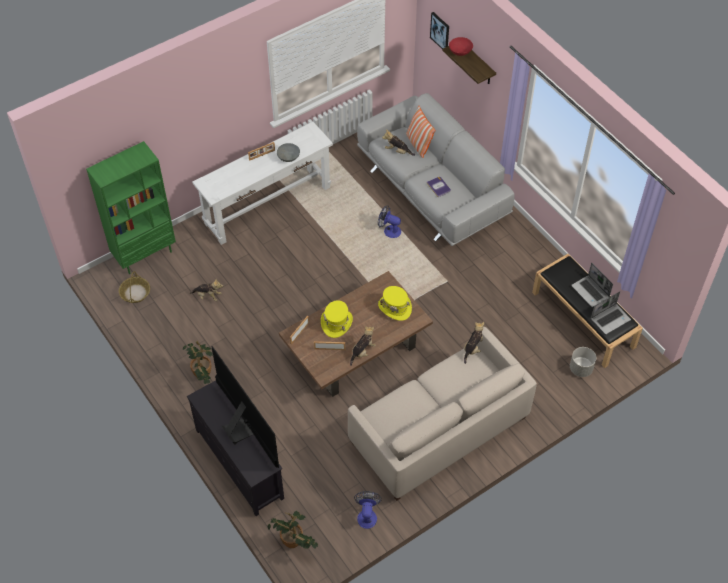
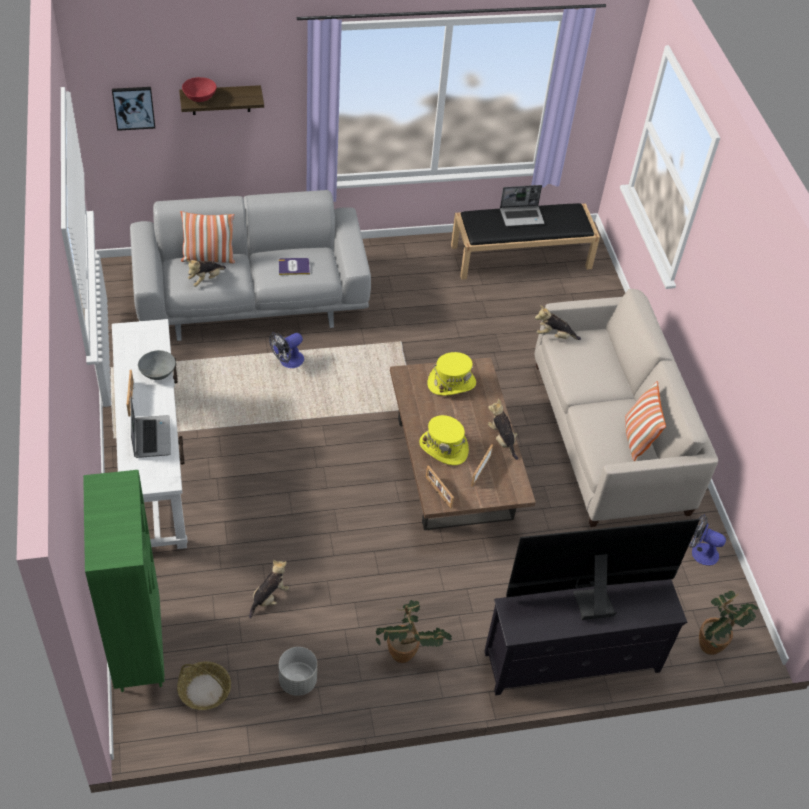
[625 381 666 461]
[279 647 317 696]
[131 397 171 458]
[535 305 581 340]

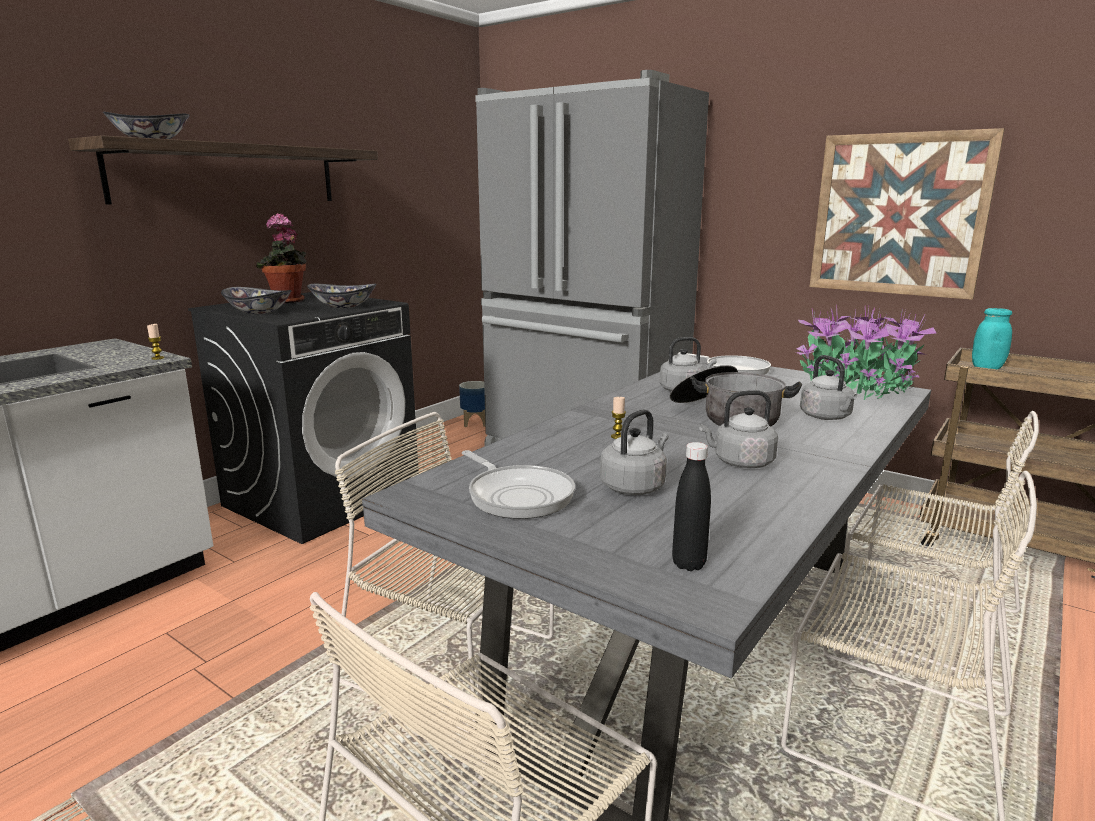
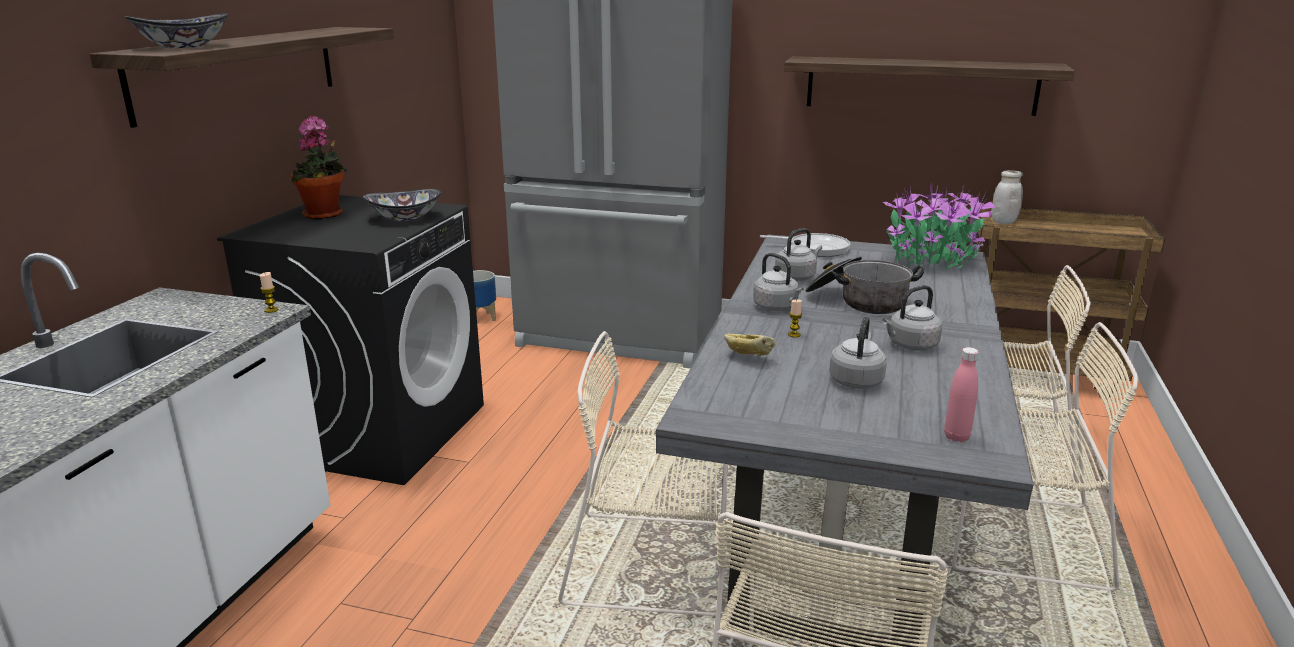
[221 287 292 314] (first image)
[462 450 575 519] (first image)
[724 334 775 356]
[753 253 804 311]
[784 56 1075 116]
[944 347 979 442]
[992 170 1023 224]

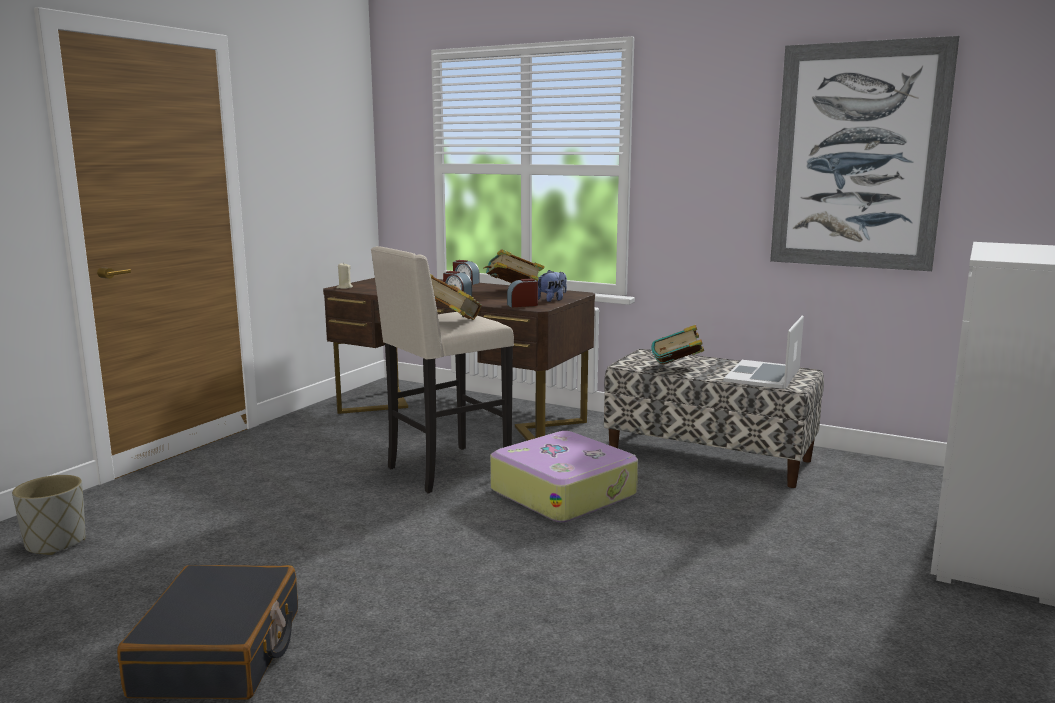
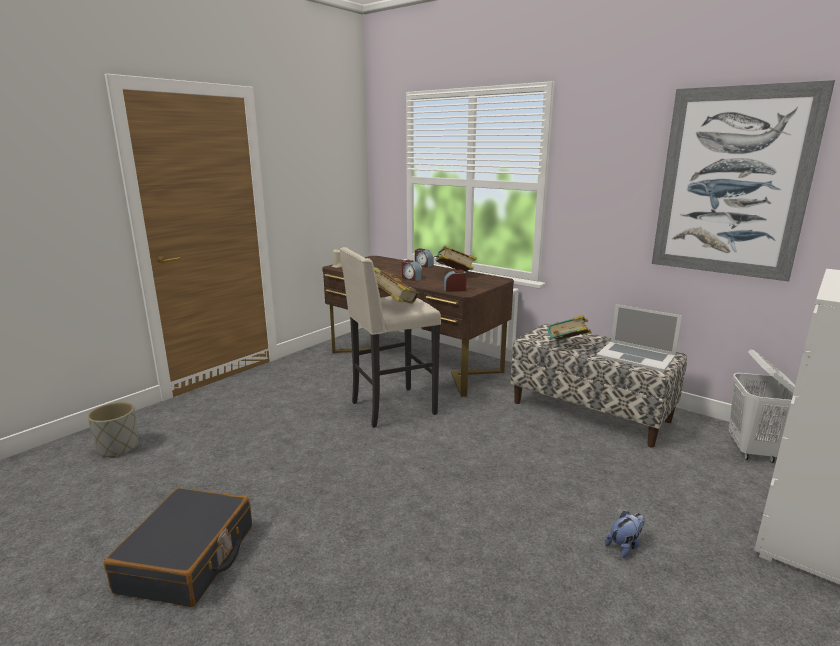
[490 431 638 522] (first image)
[729 349 795 463]
[605 511 644 558]
[596 304 682 372]

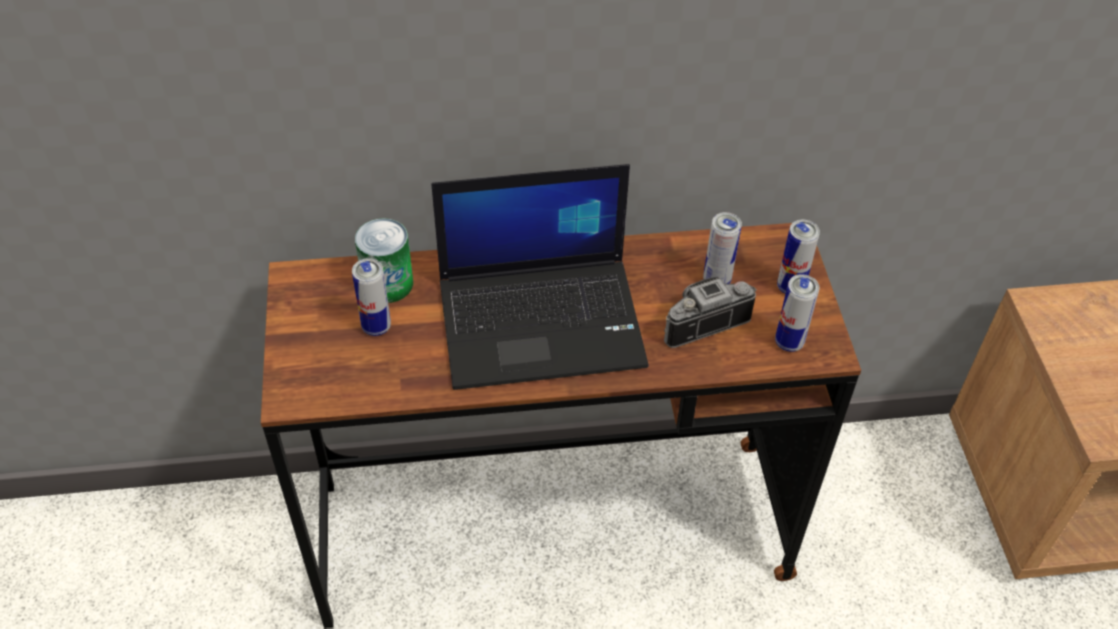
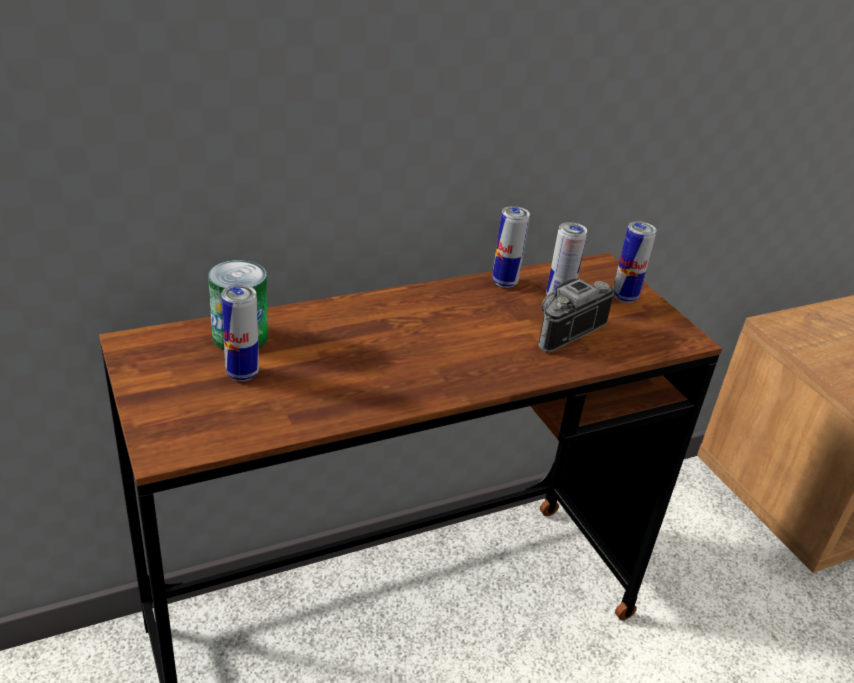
[431 164 648 390] (first image)
[492 206 530 288]

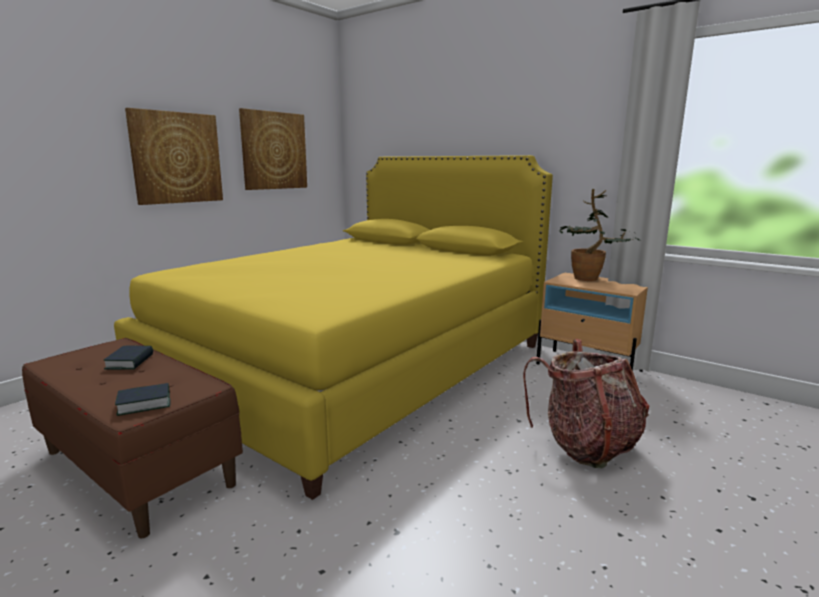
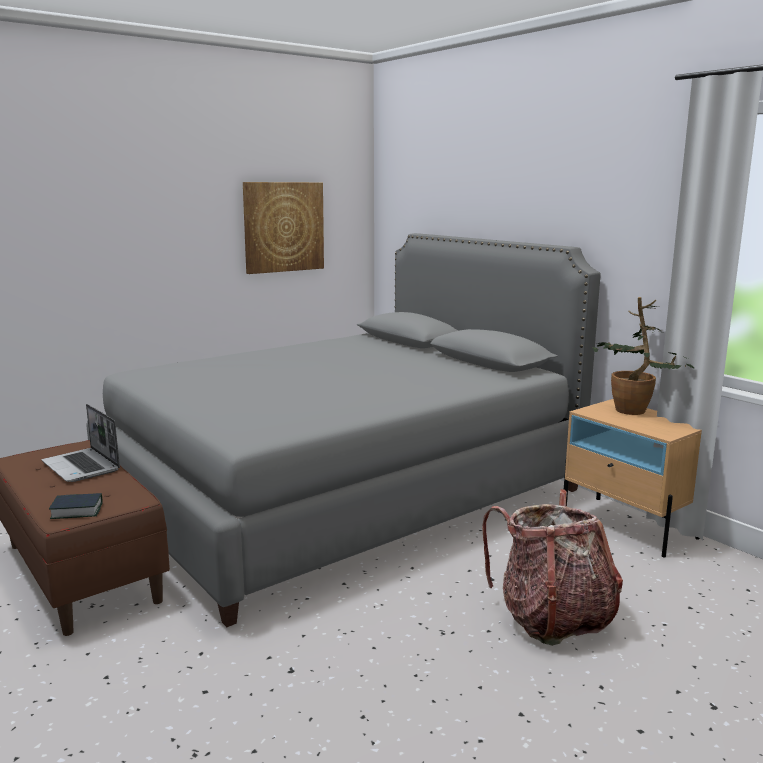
[125 108 223 205] (first image)
[42 404 120 482]
[86 233 601 627]

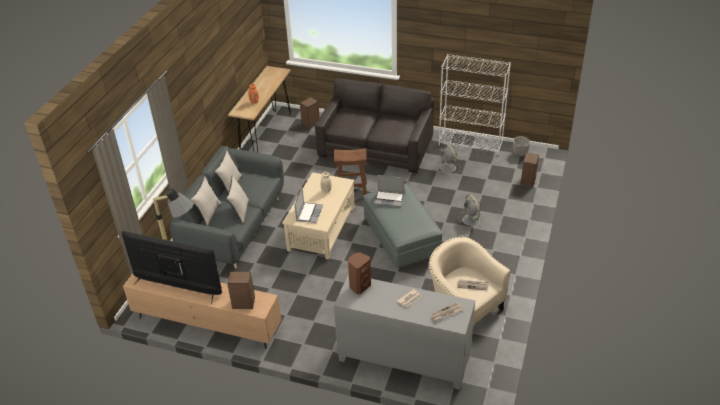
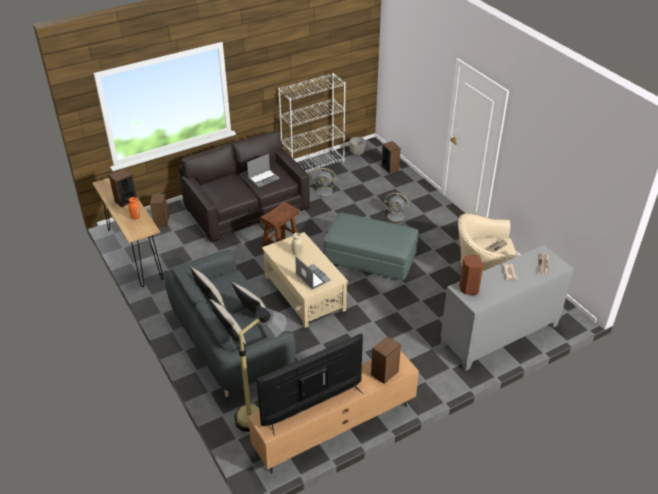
[109 168 137 207]
[247 154 280 187]

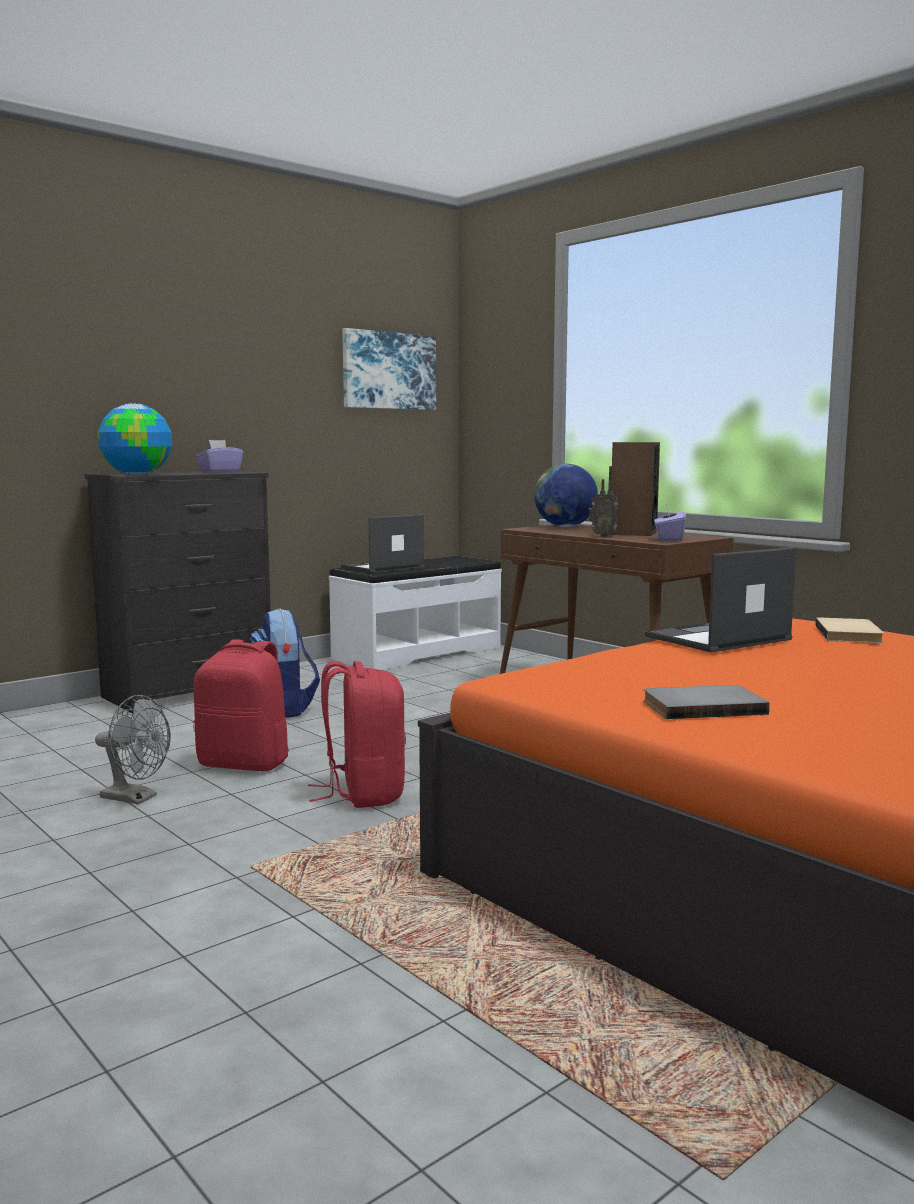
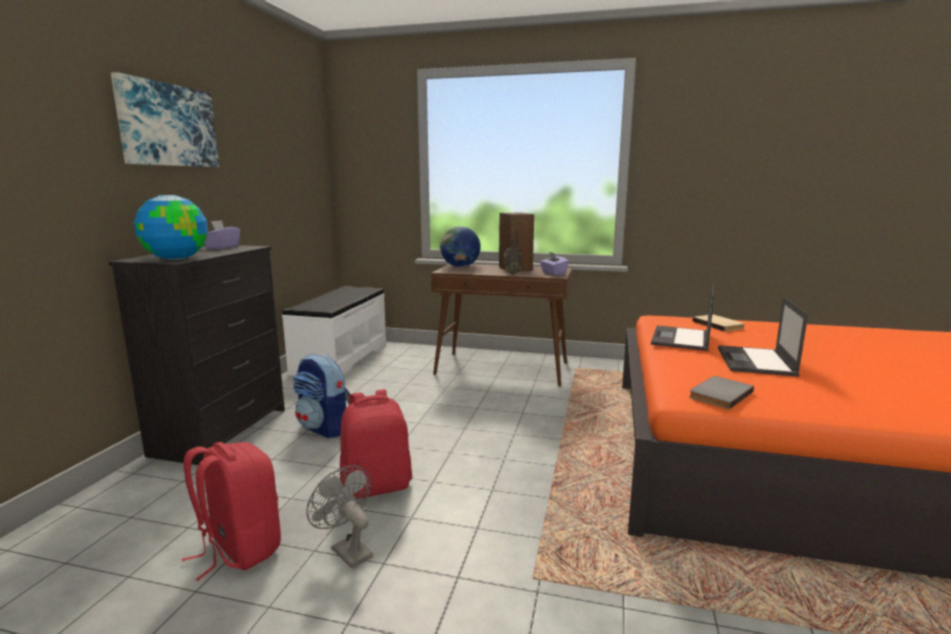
[182 442 281 581]
[718 297 808 377]
[111 72 219 167]
[689 376 754 409]
[306 466 373 569]

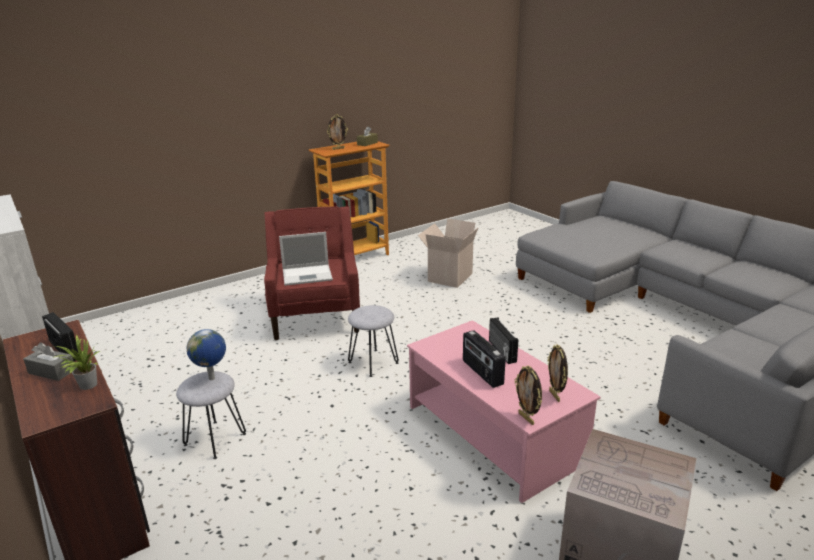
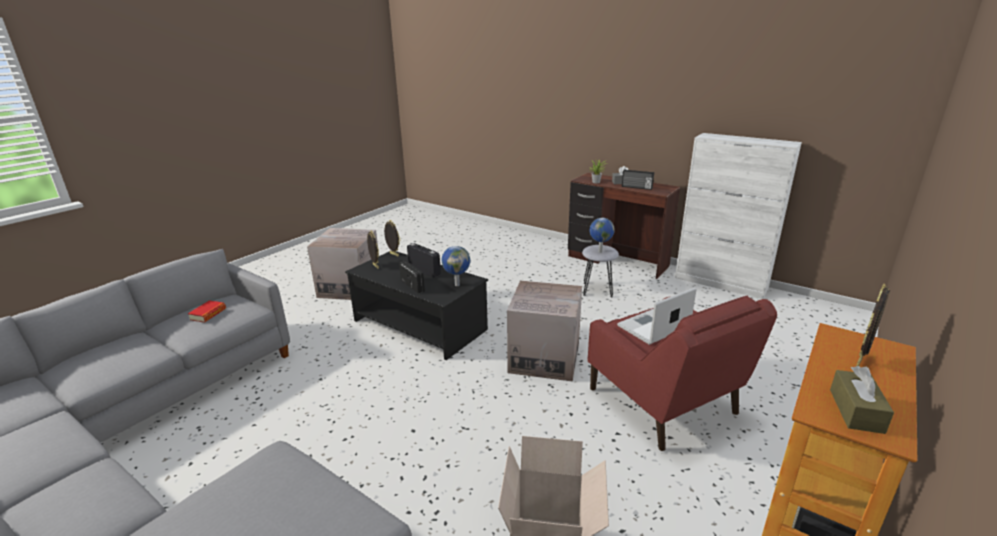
[188 300 226 323]
[441 246 470 286]
[507 281 582 382]
[345 251 488 360]

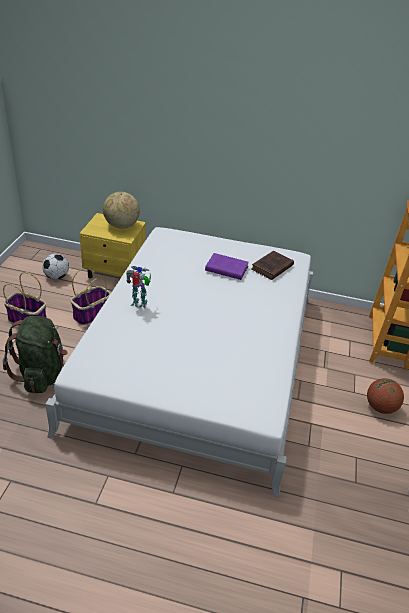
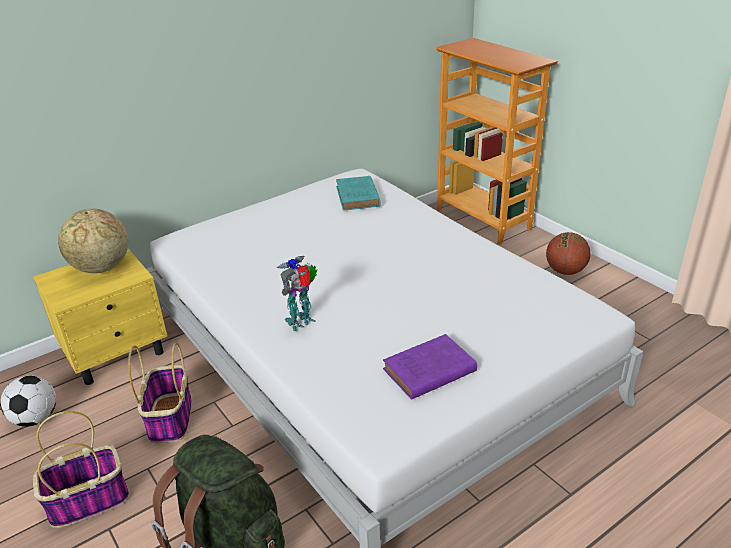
[383 334 477 400]
[336 176 381 210]

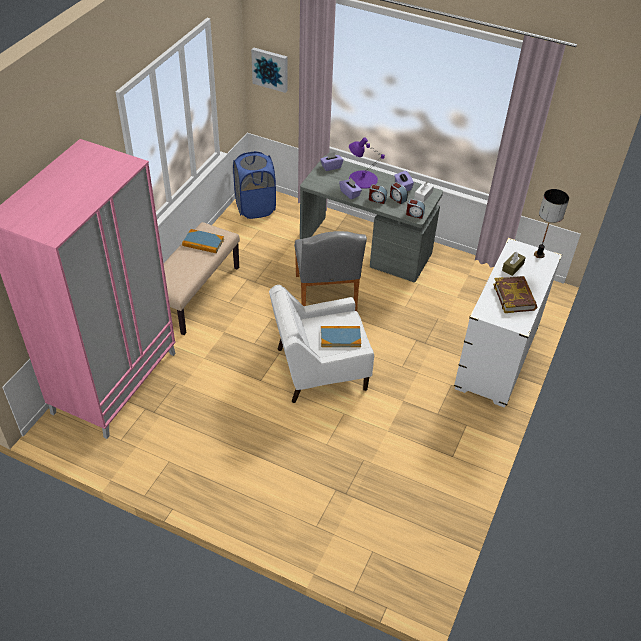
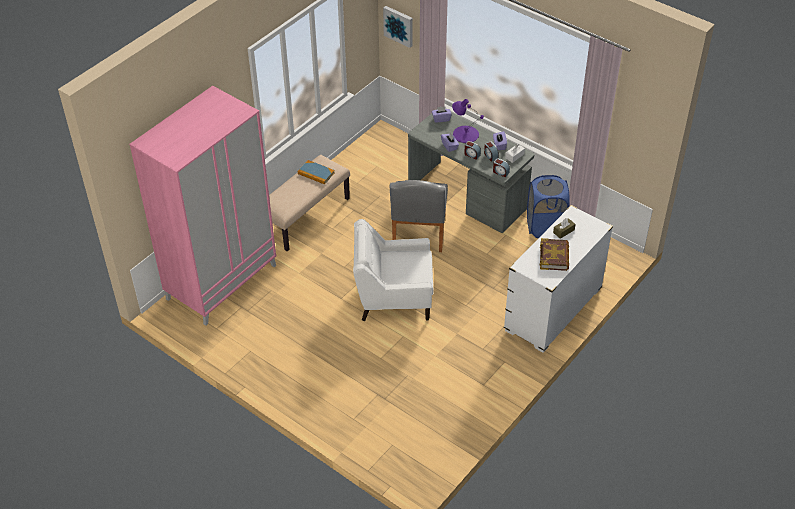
[321 326 361 347] (first image)
[534 189 569 258] (first image)
[527 175 570 238]

